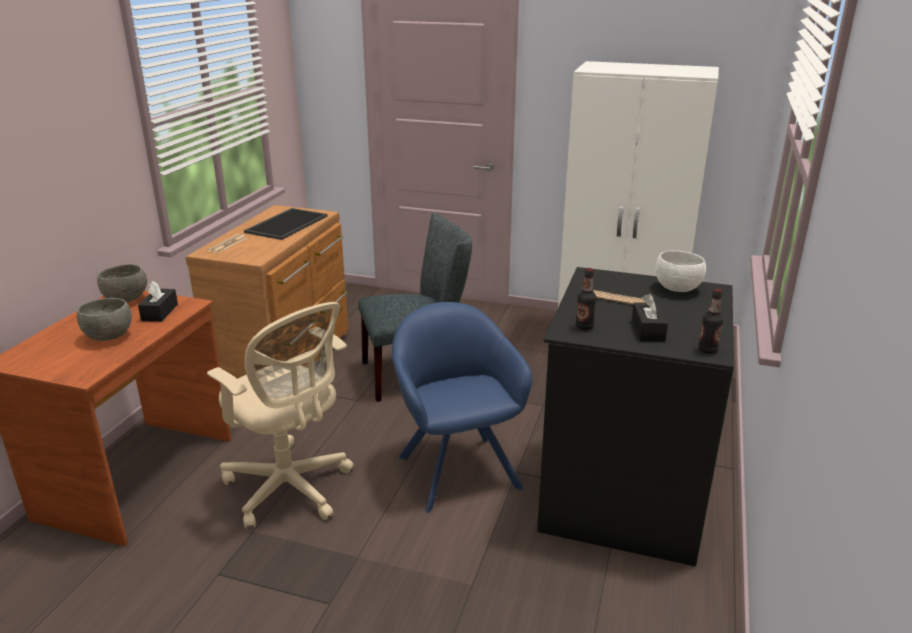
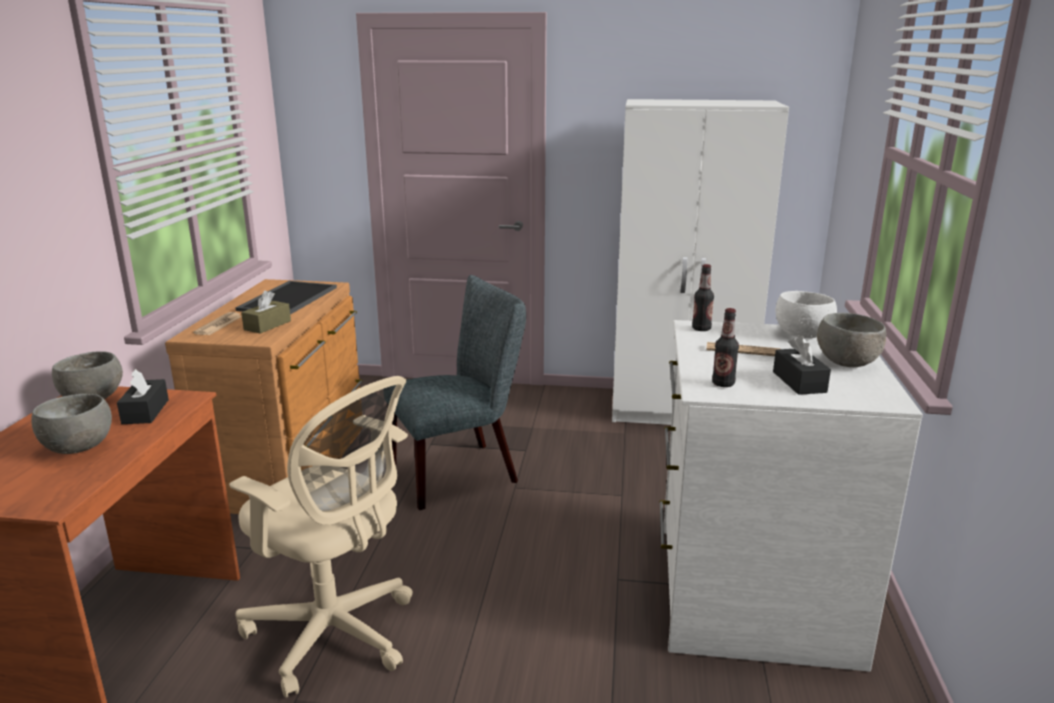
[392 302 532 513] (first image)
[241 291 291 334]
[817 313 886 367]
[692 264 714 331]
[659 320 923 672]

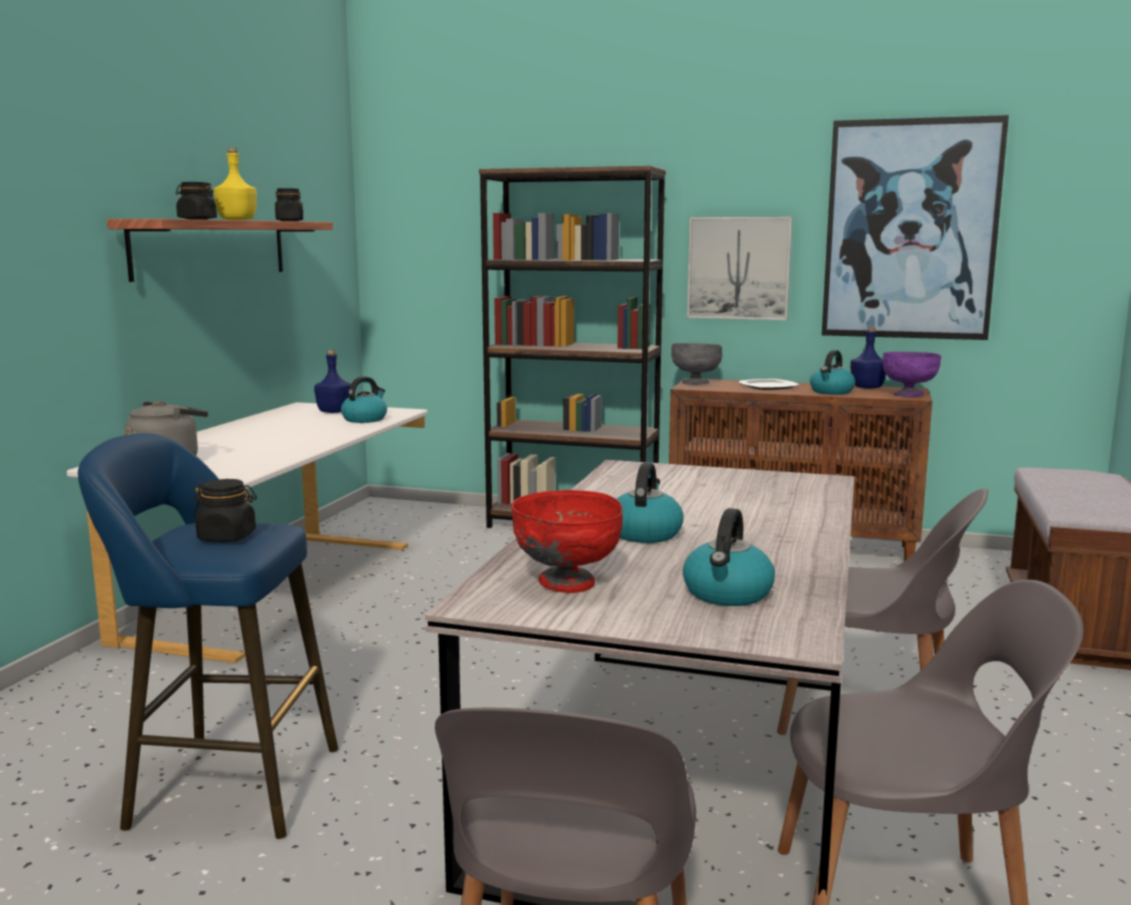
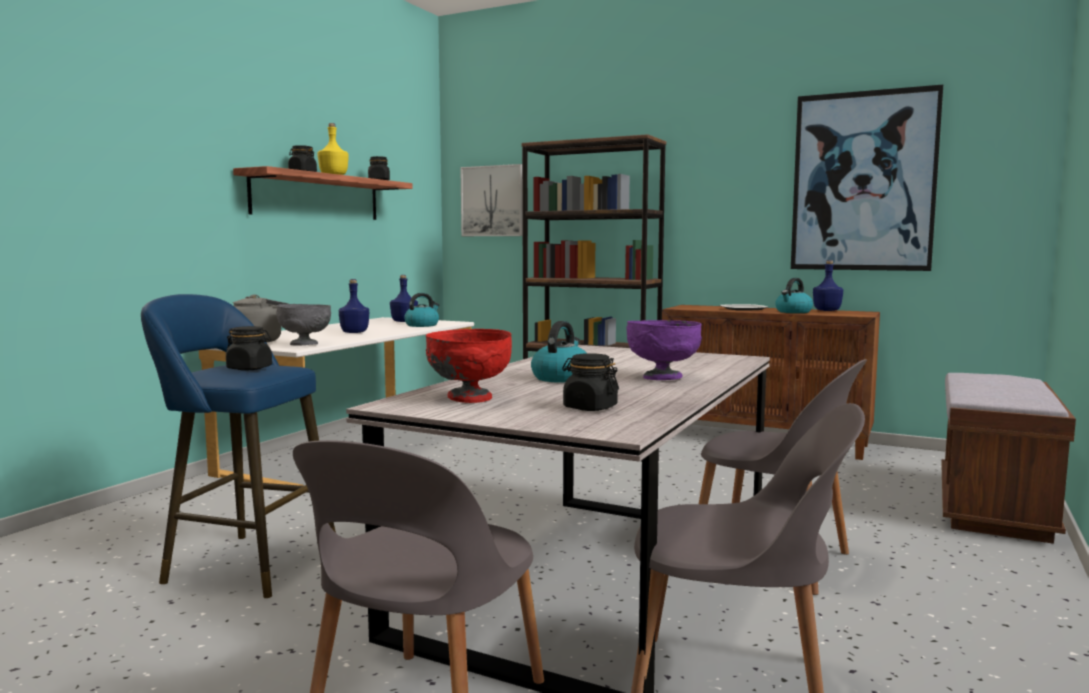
[339 279 369 333]
[276 304 331 346]
[460 164 523 236]
[626 320 702 380]
[562 353 619 411]

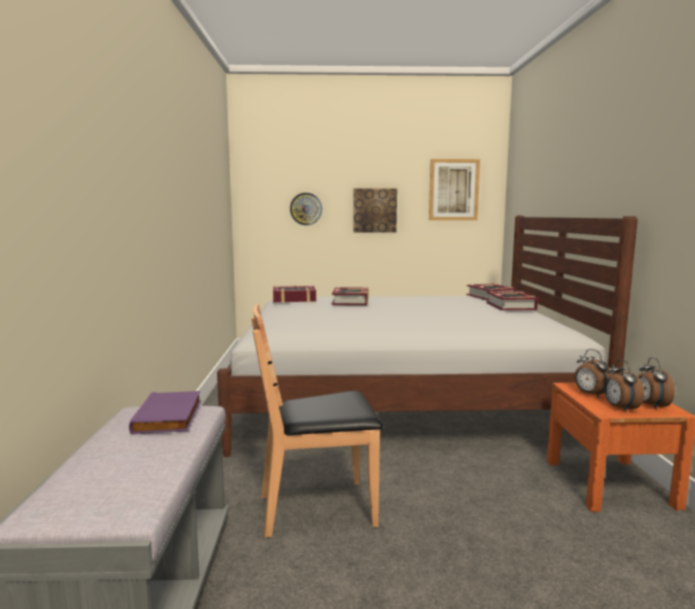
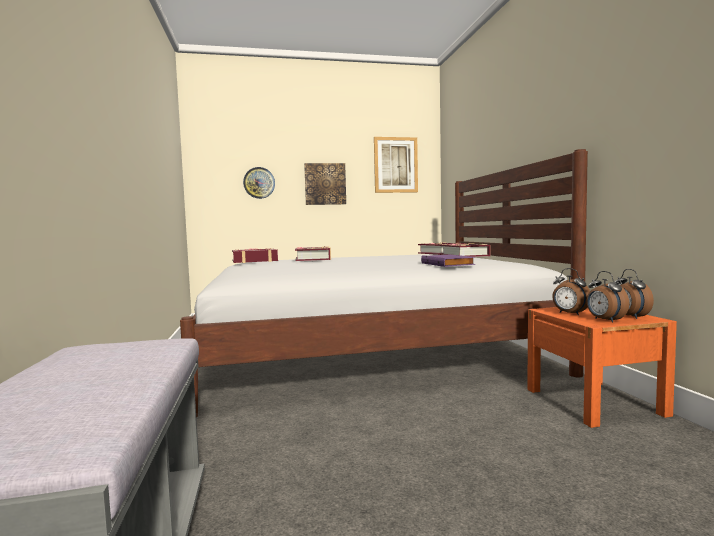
[251 304 383 538] (first image)
[421 254 475 267]

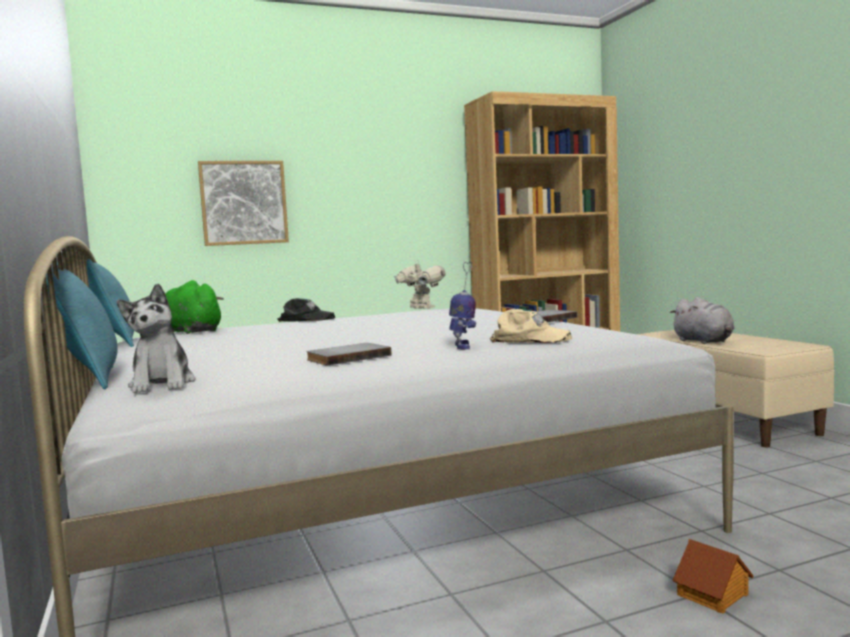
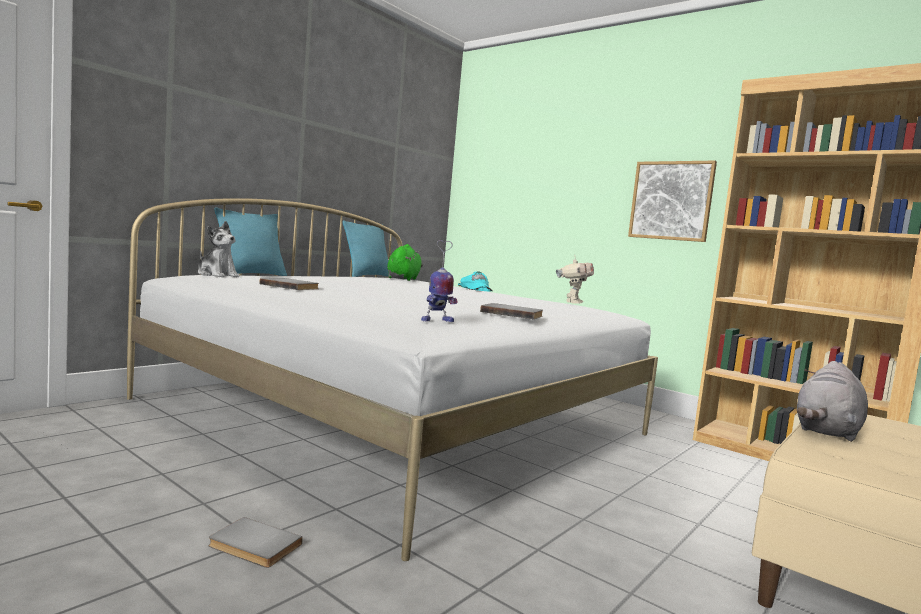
[490 309 572 343] (first image)
[628 161 717 242]
[421 240 457 322]
[209 517 303 568]
[458 271 492 291]
[198 221 240 277]

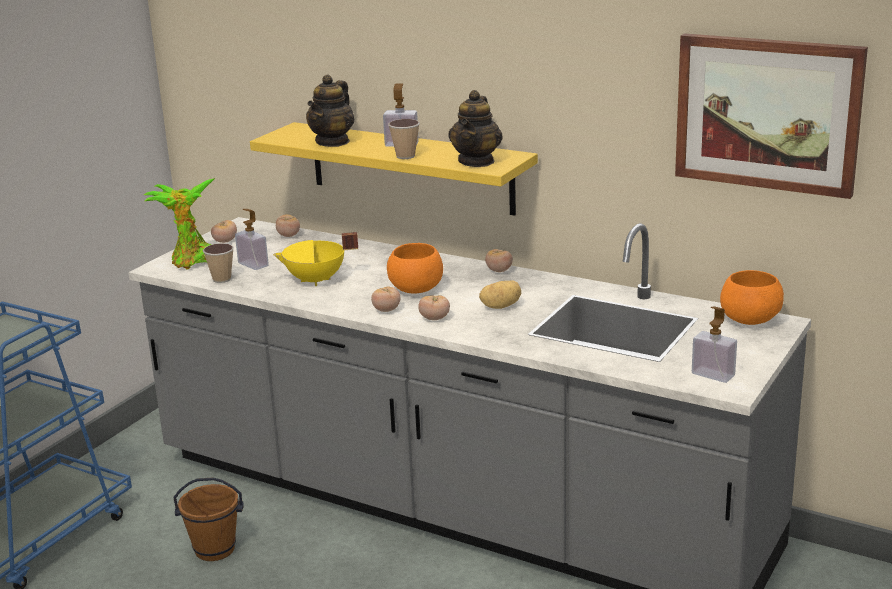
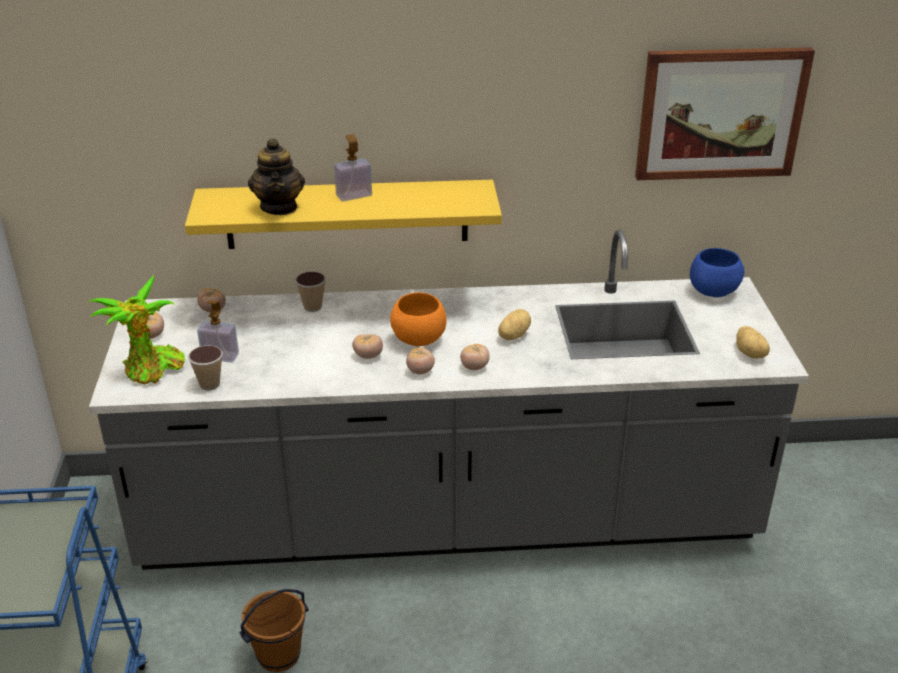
[273 232 358 286] (first image)
[448 90 503 167] (first image)
[295 271 326 312]
[352 334 383 359]
[736 326 770 359]
[690 248 744 297]

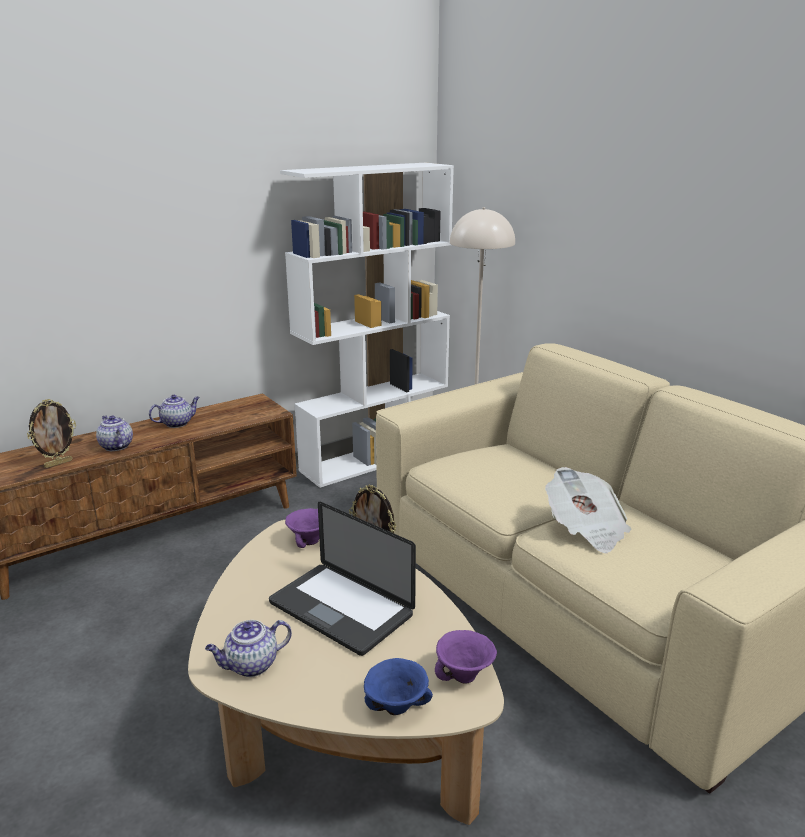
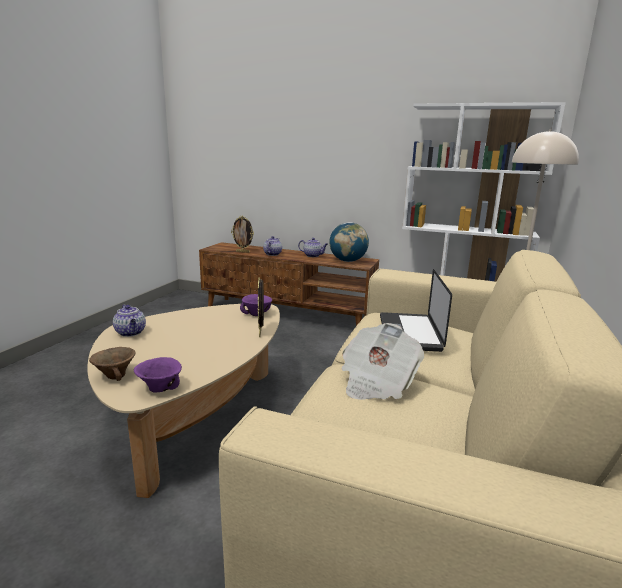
[329 222 369 262]
[380 269 452 352]
[89 347 135 381]
[113 305 146 337]

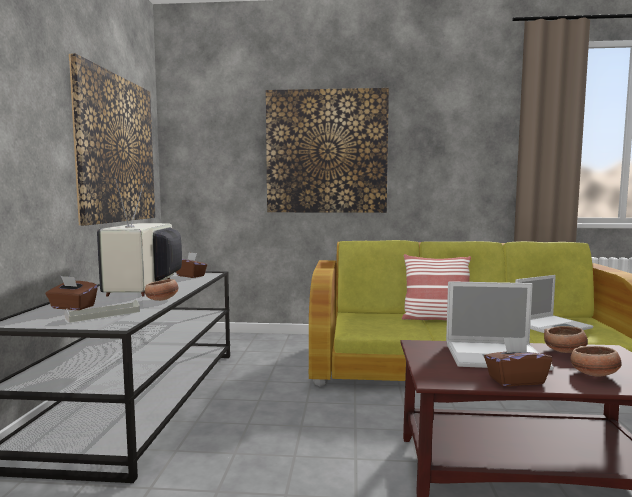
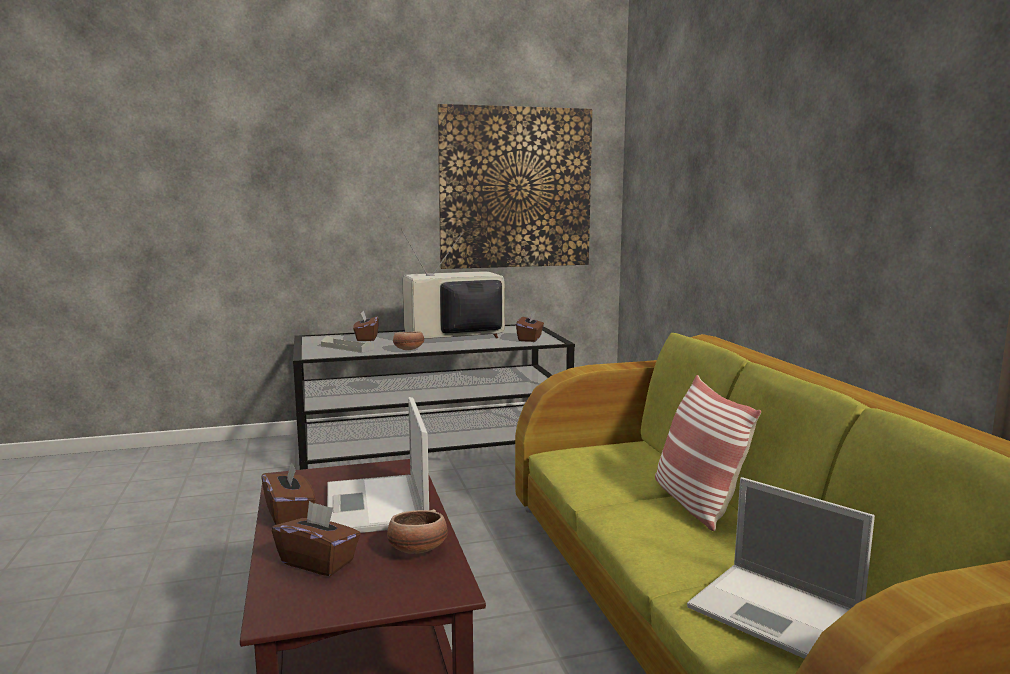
[266 88 389 213] (first image)
[272 501 361 576]

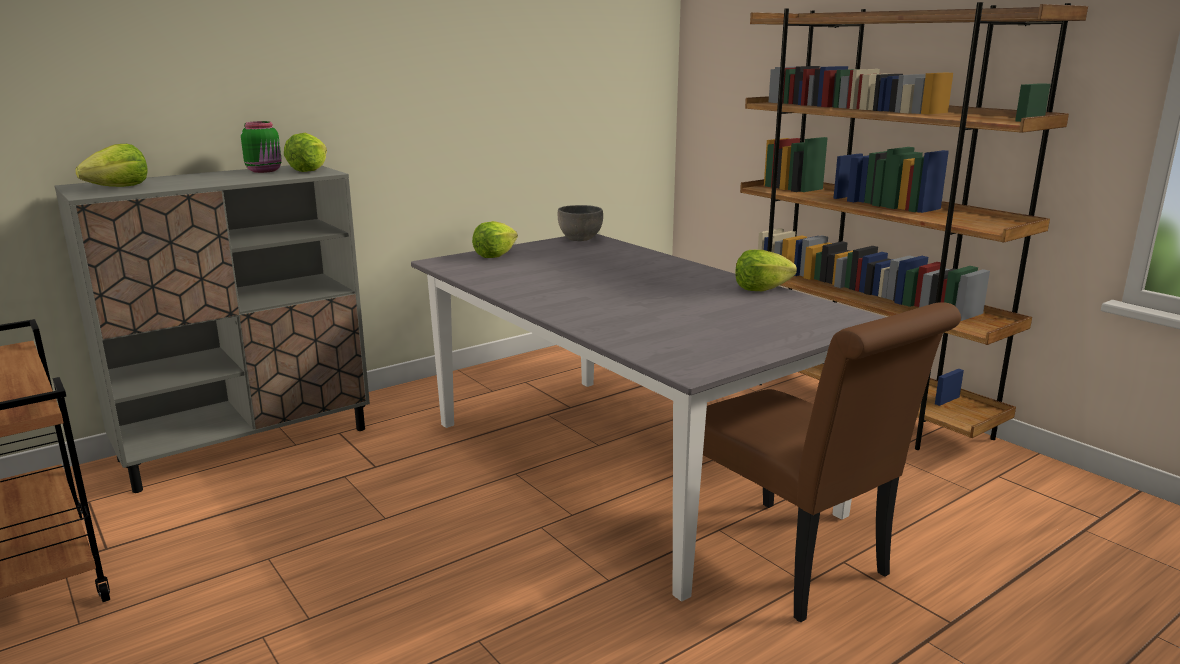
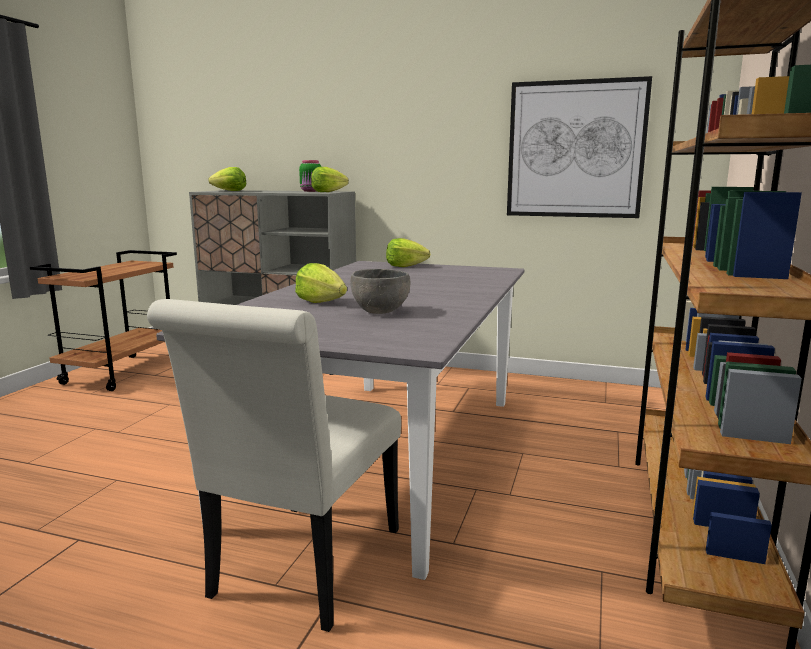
[507 76 652 218]
[350 269 410 314]
[295 263 347 303]
[147 299 401 632]

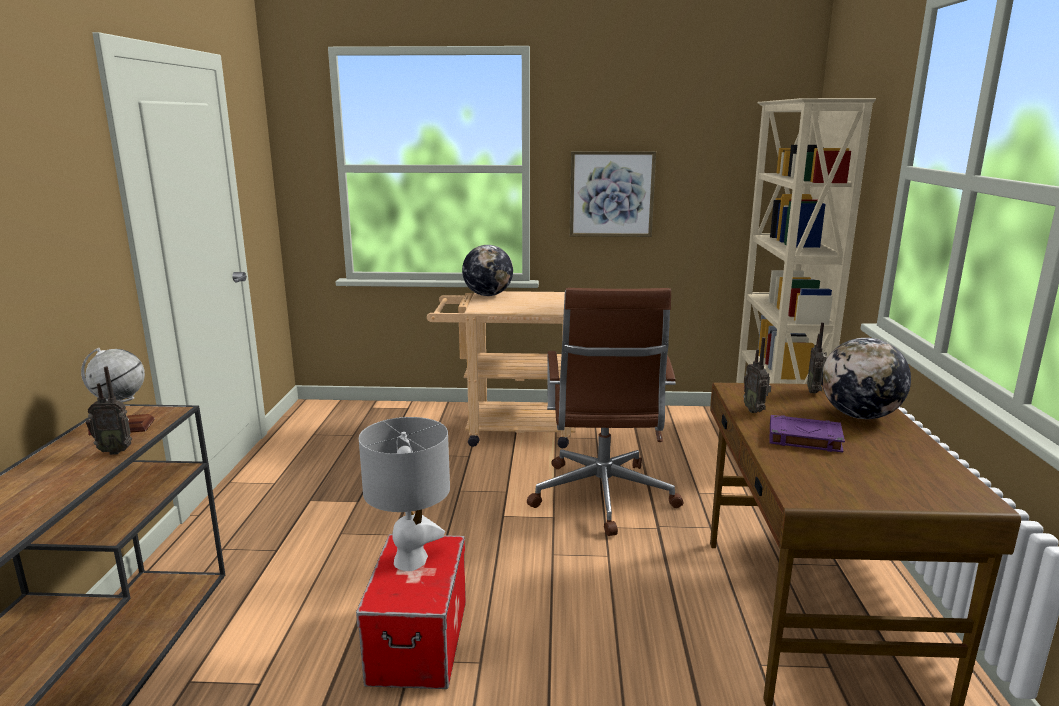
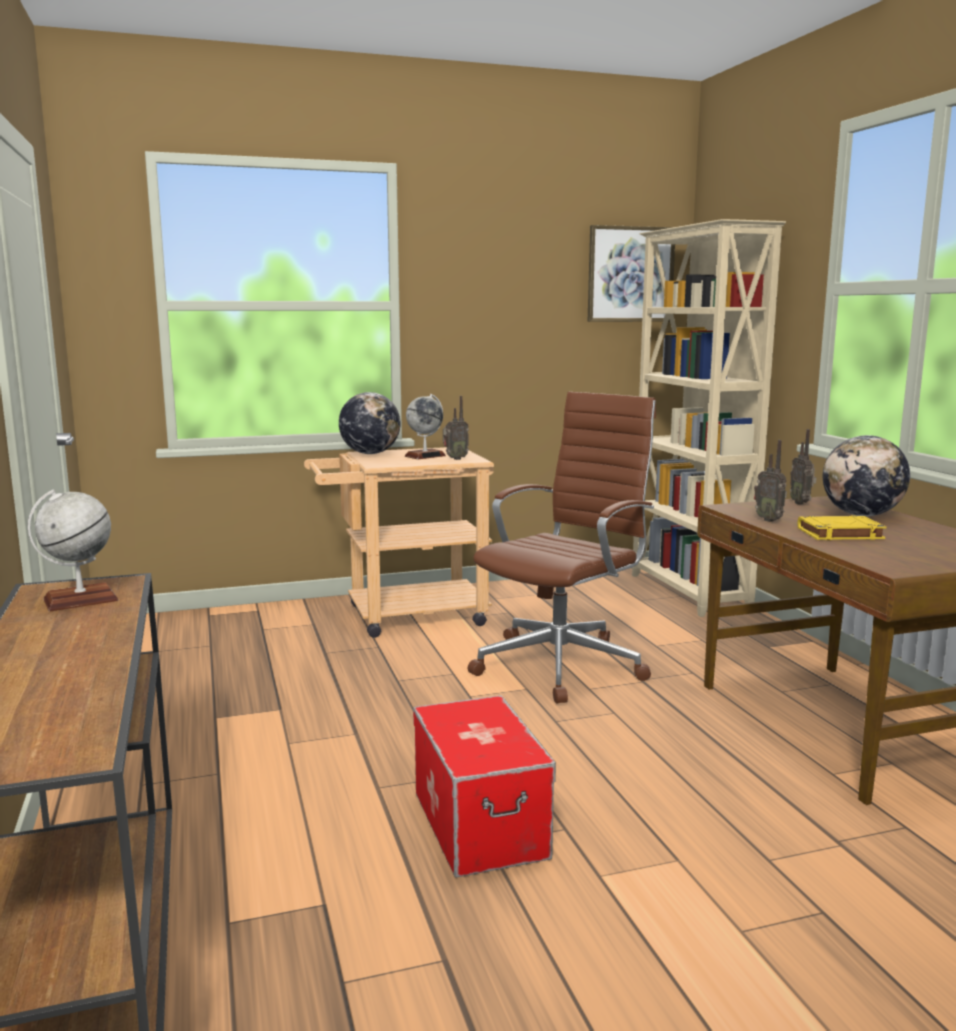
[359 417 450 571] (first image)
[405 394 446 459]
[443 396 469 460]
[588 225 675 322]
[798 515 886 540]
[468 392 656 704]

